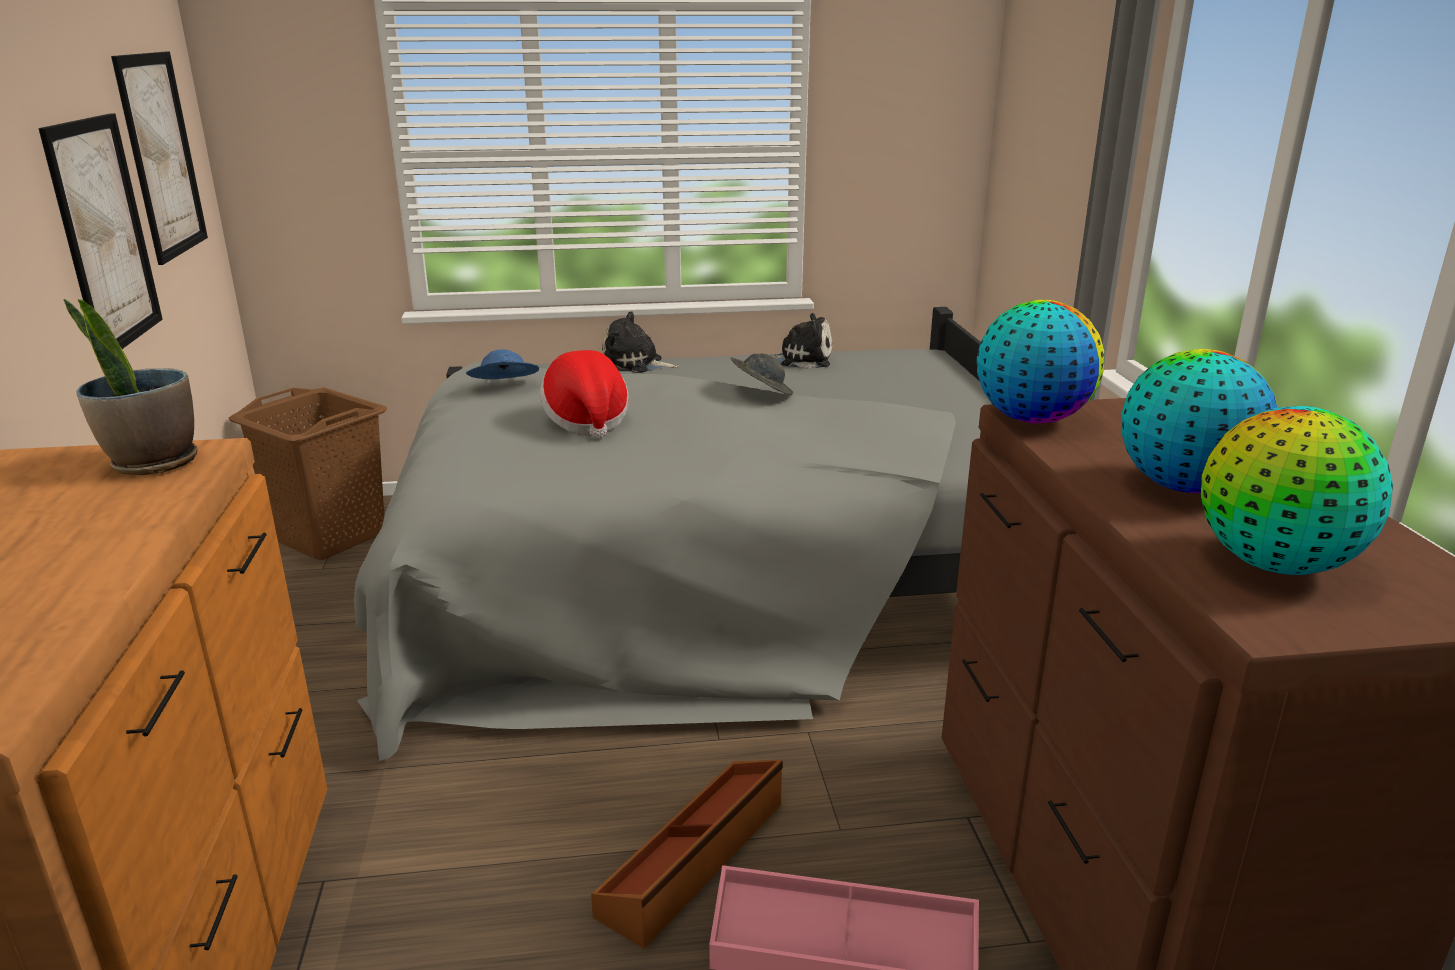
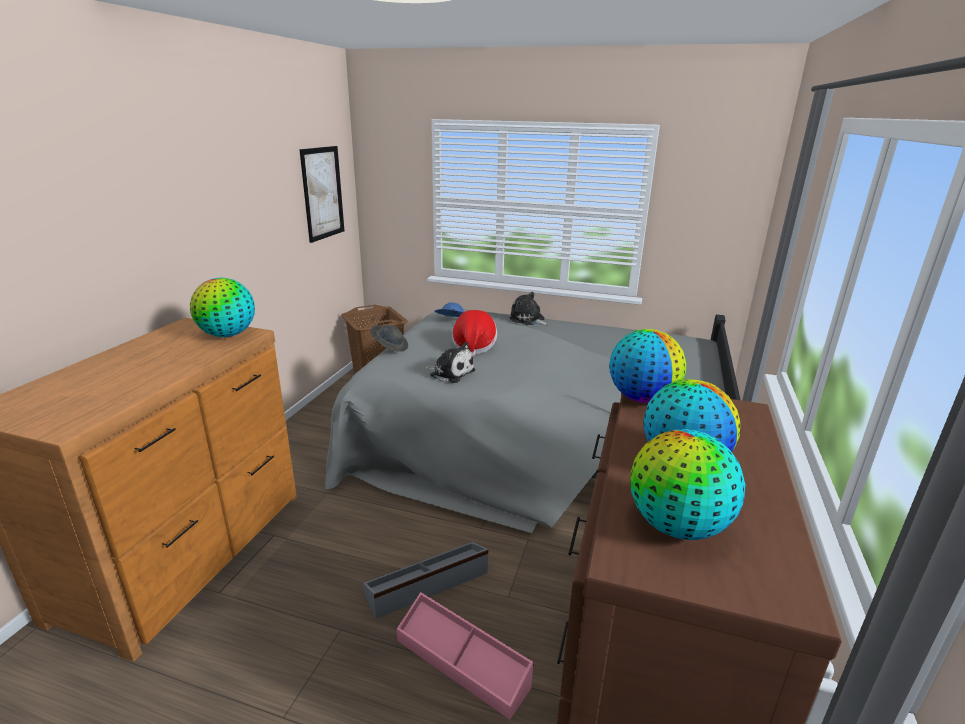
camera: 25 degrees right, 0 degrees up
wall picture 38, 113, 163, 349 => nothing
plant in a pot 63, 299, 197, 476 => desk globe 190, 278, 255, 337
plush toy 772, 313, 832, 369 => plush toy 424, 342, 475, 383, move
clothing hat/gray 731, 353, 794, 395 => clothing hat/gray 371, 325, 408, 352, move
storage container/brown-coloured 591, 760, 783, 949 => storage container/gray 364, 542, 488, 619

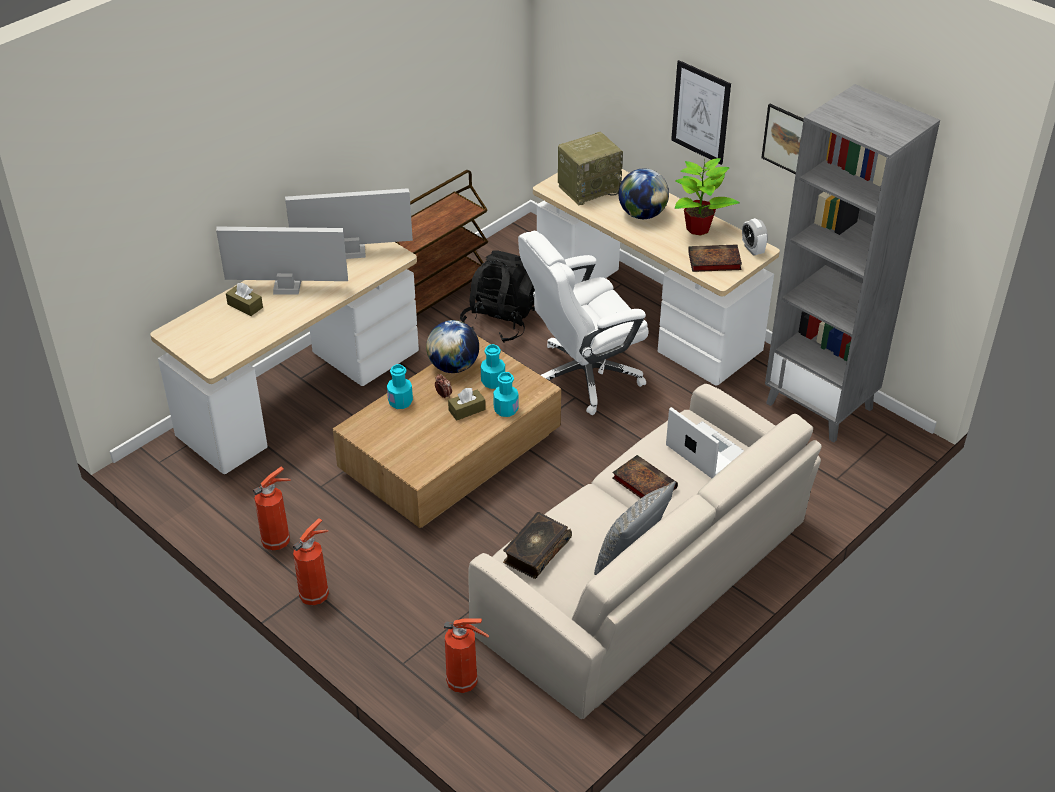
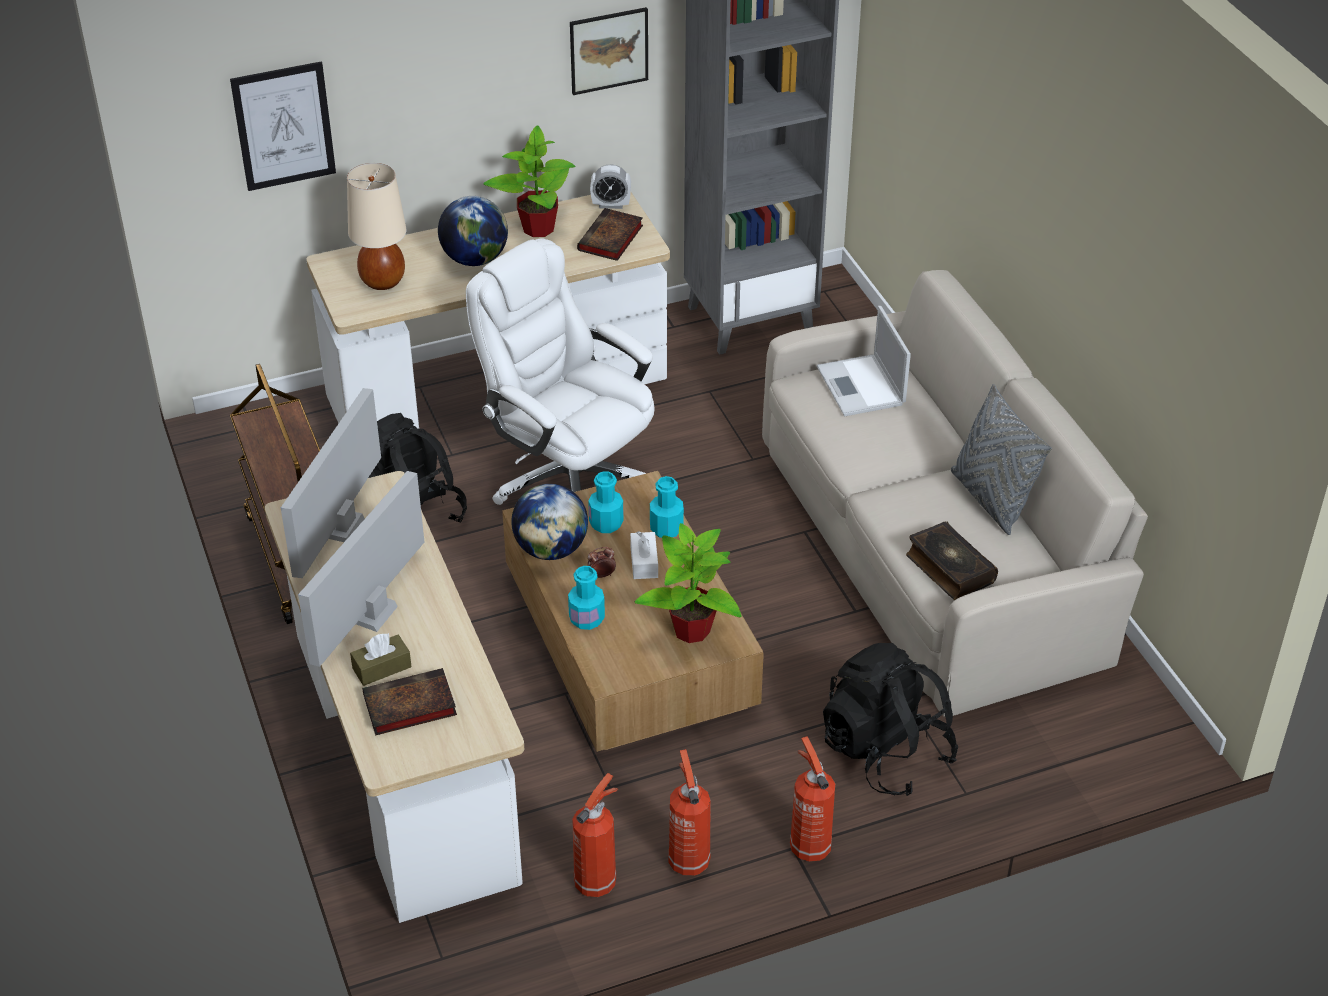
camera: 65 degrees left, 0 degrees up
wall picture 671, 60, 731, 165 => wall picture 230, 61, 336, 191, move
radio receiver 558, 132, 623, 205 => tabletop lamp/beige 347, 163, 406, 290
computer chair/white-coloured 518, 231, 649, 415 => computer chair/white-coloured 466, 238, 655, 505, 135 degrees clockwise
box of tissues/brown-coloured 448, 388, 486, 421 => box of tissues/white-coloured 630, 531, 658, 579
notebook computer 666, 407, 744, 478 => notebook computer 817, 306, 911, 416, 90 degrees counterclockwise
book 612, 455, 678, 498 => book 362, 668, 457, 736, move
fire extinguisher 444, 618, 489, 693 => fire extinguisher 572, 773, 618, 897, move
nothing => plant in a pot 635, 523, 742, 643
nothing => rucksack/black-coloured 823, 643, 958, 796

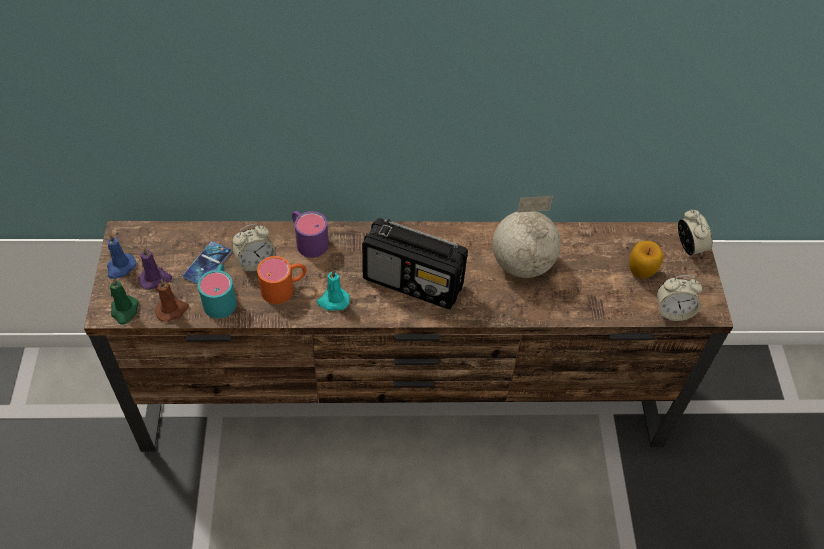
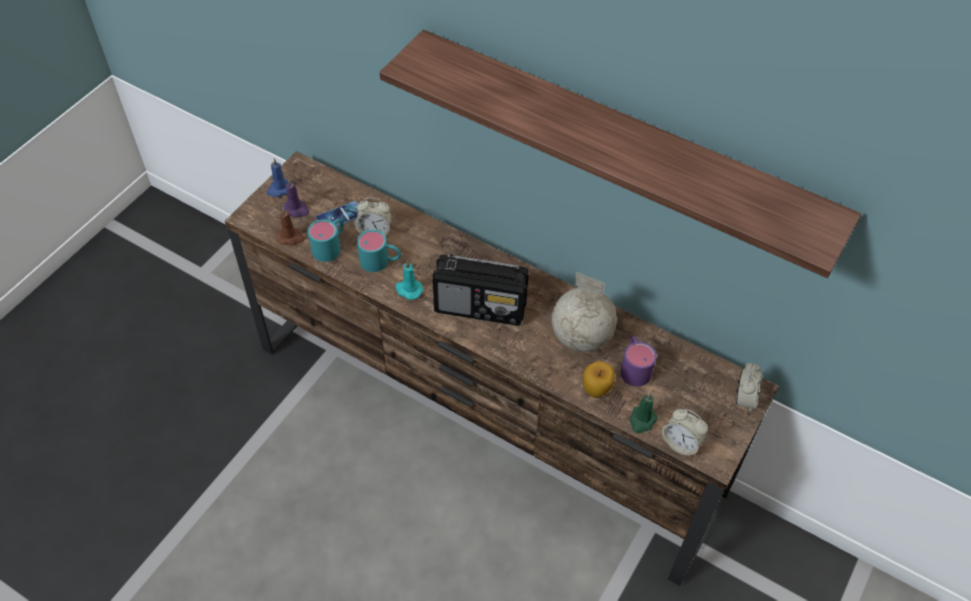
camera: 35 degrees right, 0 degrees up
coffee mug/purple-coloured 292, 211, 328, 258 => coffee mug/purple-coloured 620, 336, 657, 387, move
radio receiver 362, 218, 468, 309 => radio receiver 433, 254, 529, 326, 45 degrees counterclockwise
apple fruit 629, 241, 664, 279 => apple fruit 583, 361, 615, 398, move
coffee mug/orangey 257, 256, 306, 304 => coffee mug/turquoise-coloured 357, 230, 401, 272
wax candle/greenish 110, 278, 139, 325 => wax candle/greenish 629, 393, 658, 433, move
nothing => bracket shelf 379, 30, 861, 278

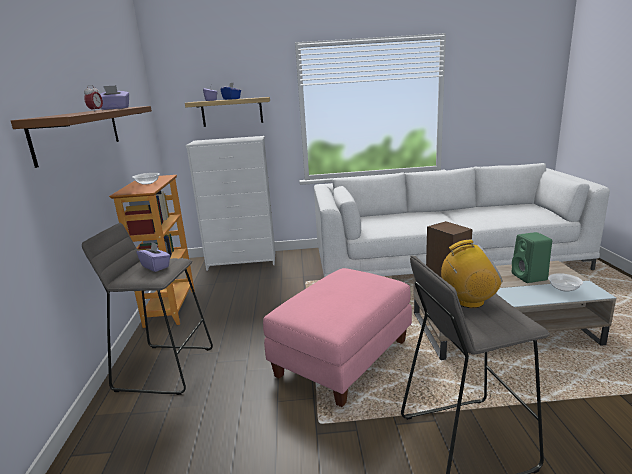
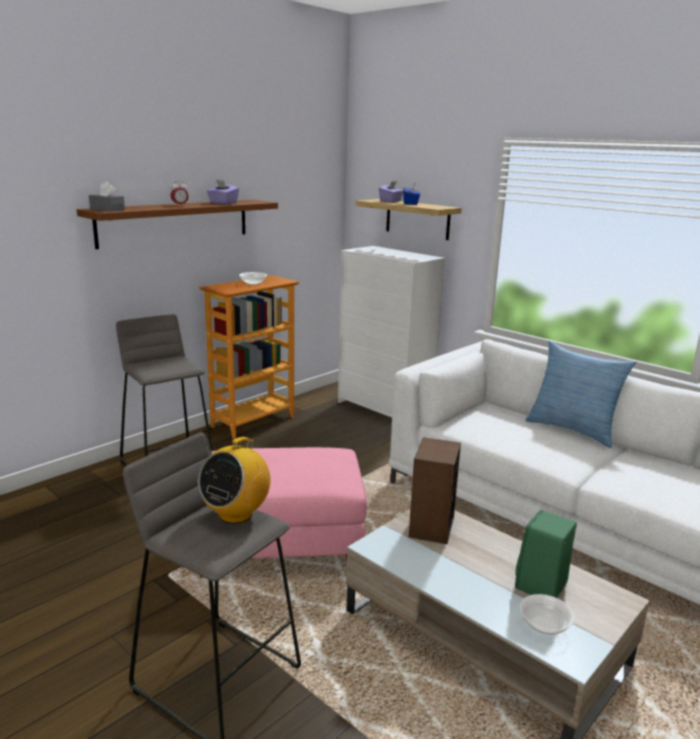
camera: 45 degrees right, 0 degrees up
radio receiver 441, 240, 503, 308 => radio receiver 198, 437, 270, 524, 75 degrees clockwise
box of tissues/purple-coloured 137, 242, 170, 272 => nothing
nothing => box of tissues/gray 89, 182, 125, 212
nothing => throw pillow 526, 341, 636, 448

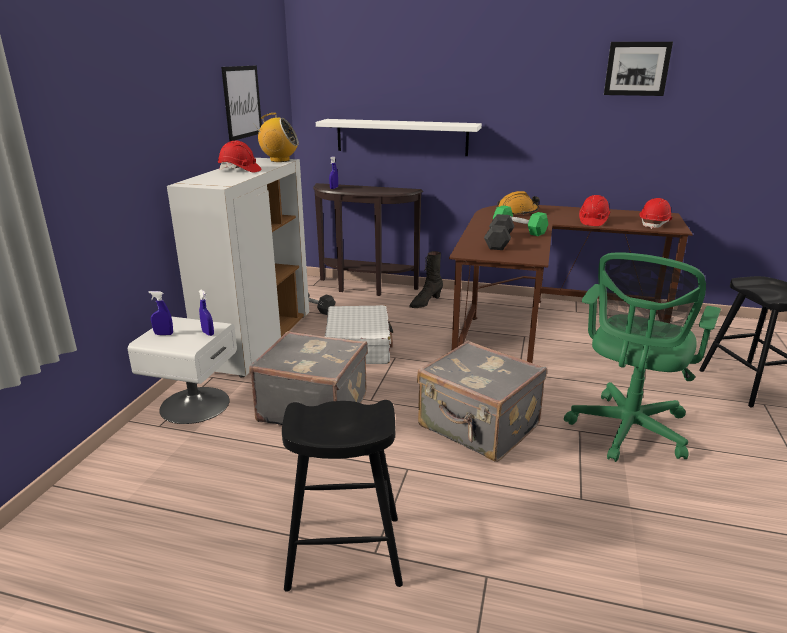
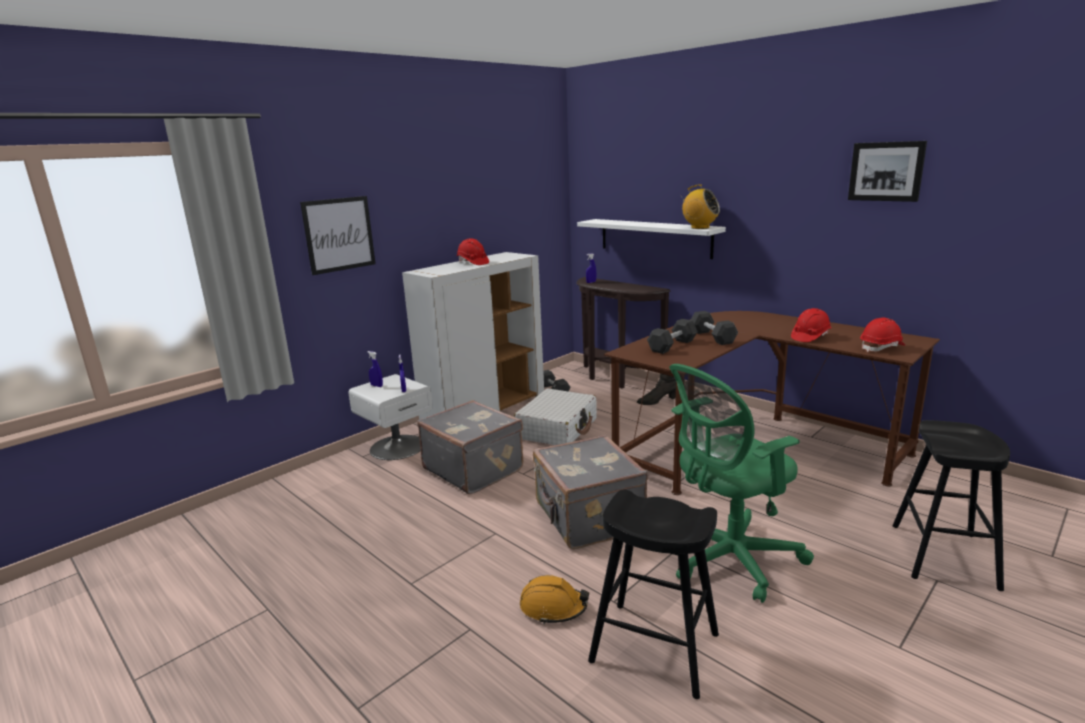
camera: 30 degrees right, 5 degrees down
wall picture 221, 66, 262, 141 => wall picture 300, 196, 376, 275, move
radio receiver 253, 113, 299, 162 => radio receiver 681, 184, 720, 229, move
safety helmet/orangey 497, 191, 540, 215 => safety helmet/orangey 520, 575, 589, 624, move
hand weight/greenish 493, 205, 548, 236 => hand weight/black-coloured 691, 311, 738, 345
stool seat/black-coloured 282, 400, 403, 592 => stool seat/black-coloured 588, 490, 719, 699, move

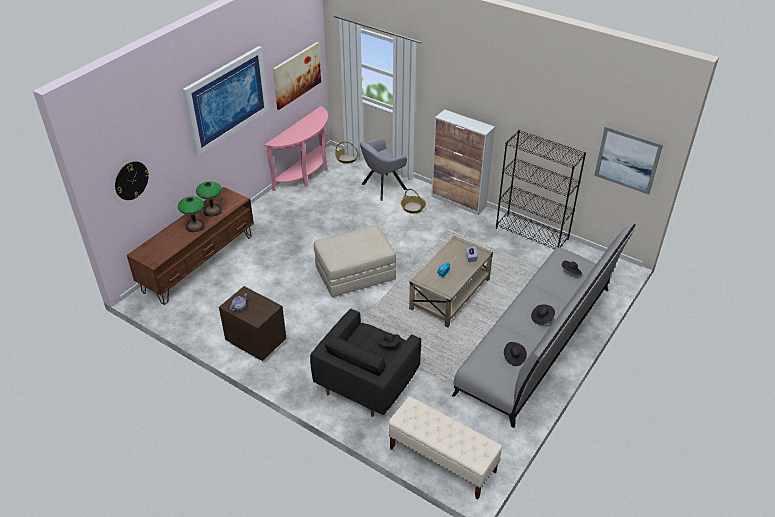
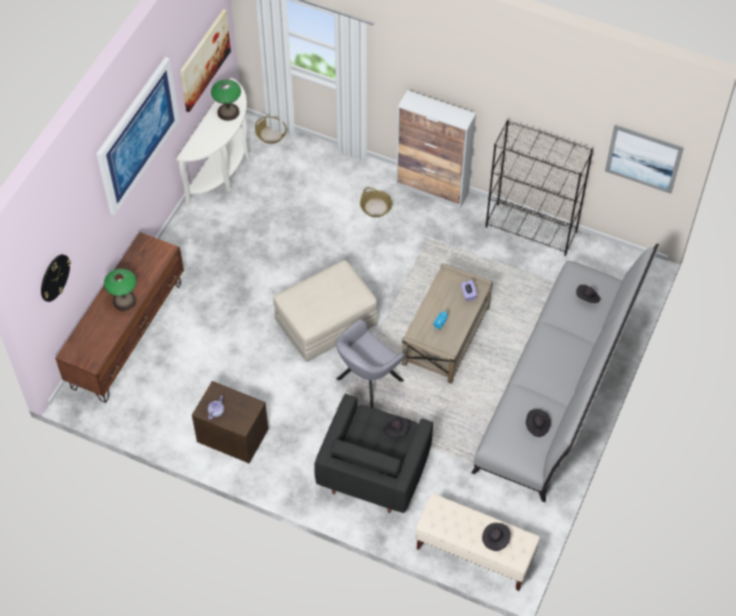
camera: 10 degrees left, 15 degrees up
hall table/pink-coloured 265, 106, 328, 191 => hall table/white-coloured 176, 78, 250, 205
lounge chair/gray 360, 138, 407, 201 => lounge chair/gray 335, 320, 405, 408, move
tabletop lamp 196, 181, 222, 217 => tabletop lamp 211, 80, 241, 121, move
clothing hat/black-coloured 531, 304, 555, 325 => clothing hat/black-coloured 482, 523, 511, 551, move

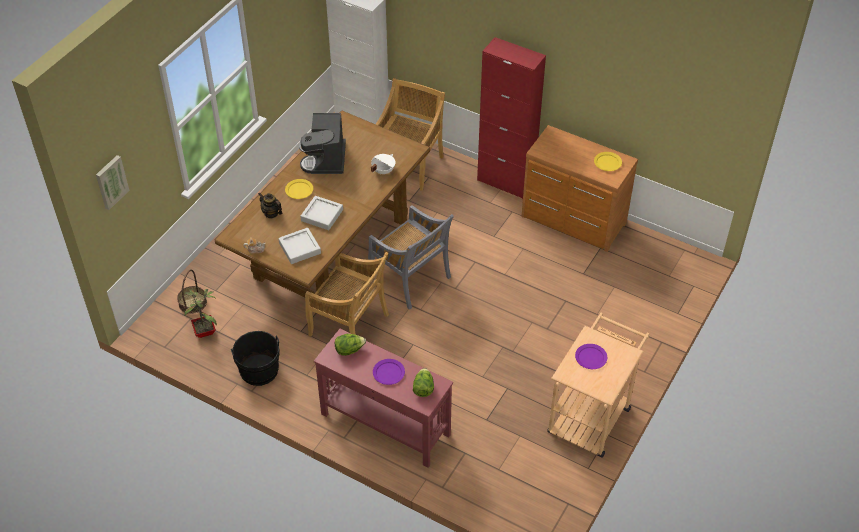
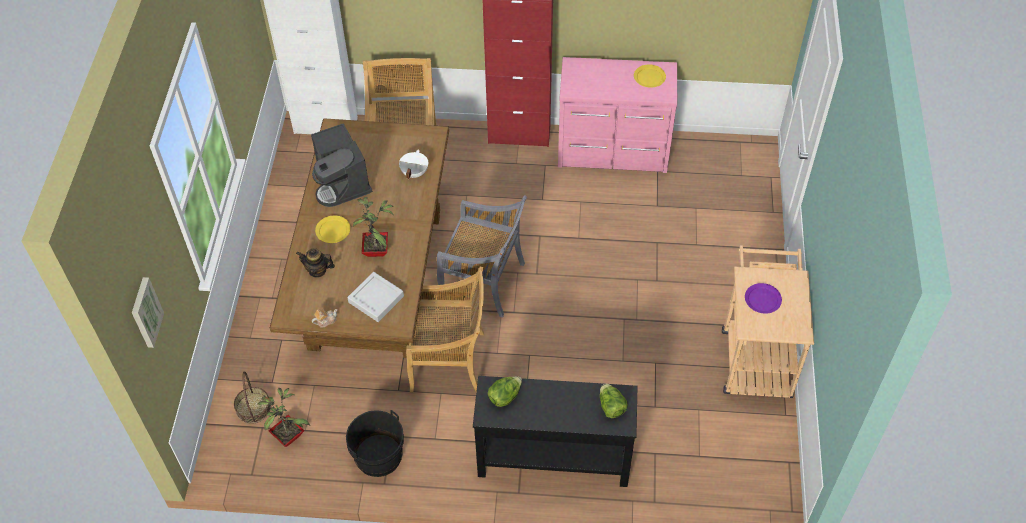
camera: 25 degrees left, 5 degrees up
drawer chest/brown-coloured 521, 125, 638, 252 => drawer chest/pink-coloured 558, 57, 677, 173
carrying tray/gray 301, 196, 343, 230 => plant in a pot 353, 197, 394, 257
hall table/red 314, 329, 453, 468 => hall table/black-coloured 473, 376, 637, 487
plate/purple-coloured 373, 359, 405, 385 => nothing

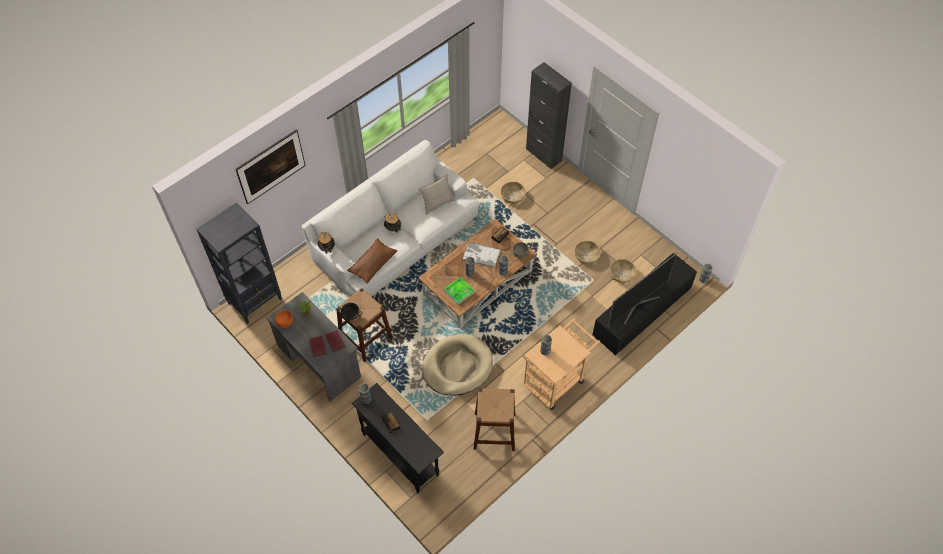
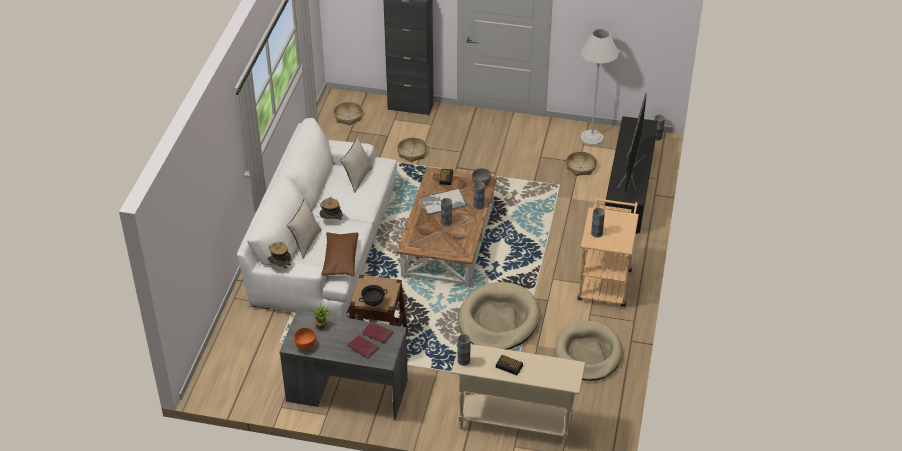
camera: 35 degrees left, 15 degrees down
wall picture 236, 130, 306, 204 => nothing
shelving unit/black-coloured 196, 202, 282, 324 => nothing
household basket 574, 241, 601, 264 => household basket 333, 102, 363, 125, move
carrying tray 444, 277, 475, 305 => nothing
hall table/black-coloured 351, 383, 444, 493 => hall table/beige 451, 344, 586, 447
stool seat/brown-coloured 473, 388, 515, 451 => dog cushion/beige 555, 321, 622, 381
nothing => floor lamp/white-coloured 580, 29, 619, 145
nothing => throw pillow/beige 287, 197, 322, 258

